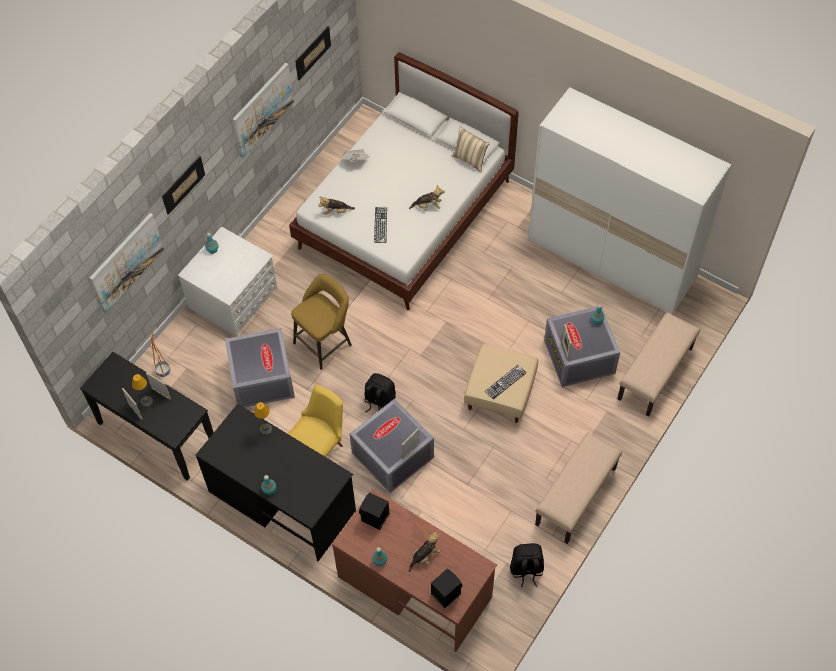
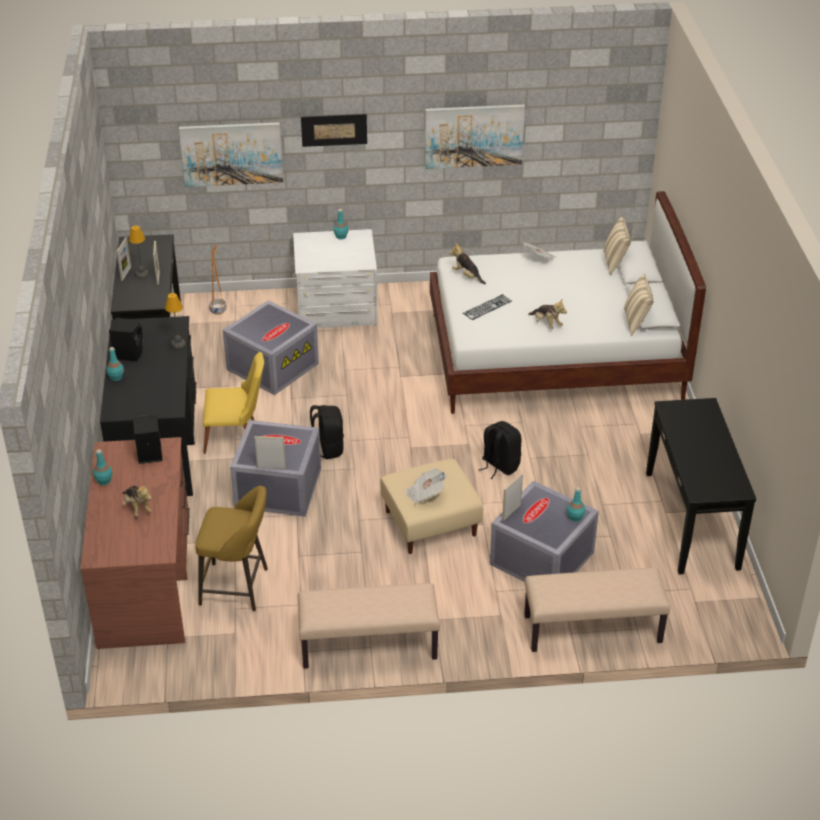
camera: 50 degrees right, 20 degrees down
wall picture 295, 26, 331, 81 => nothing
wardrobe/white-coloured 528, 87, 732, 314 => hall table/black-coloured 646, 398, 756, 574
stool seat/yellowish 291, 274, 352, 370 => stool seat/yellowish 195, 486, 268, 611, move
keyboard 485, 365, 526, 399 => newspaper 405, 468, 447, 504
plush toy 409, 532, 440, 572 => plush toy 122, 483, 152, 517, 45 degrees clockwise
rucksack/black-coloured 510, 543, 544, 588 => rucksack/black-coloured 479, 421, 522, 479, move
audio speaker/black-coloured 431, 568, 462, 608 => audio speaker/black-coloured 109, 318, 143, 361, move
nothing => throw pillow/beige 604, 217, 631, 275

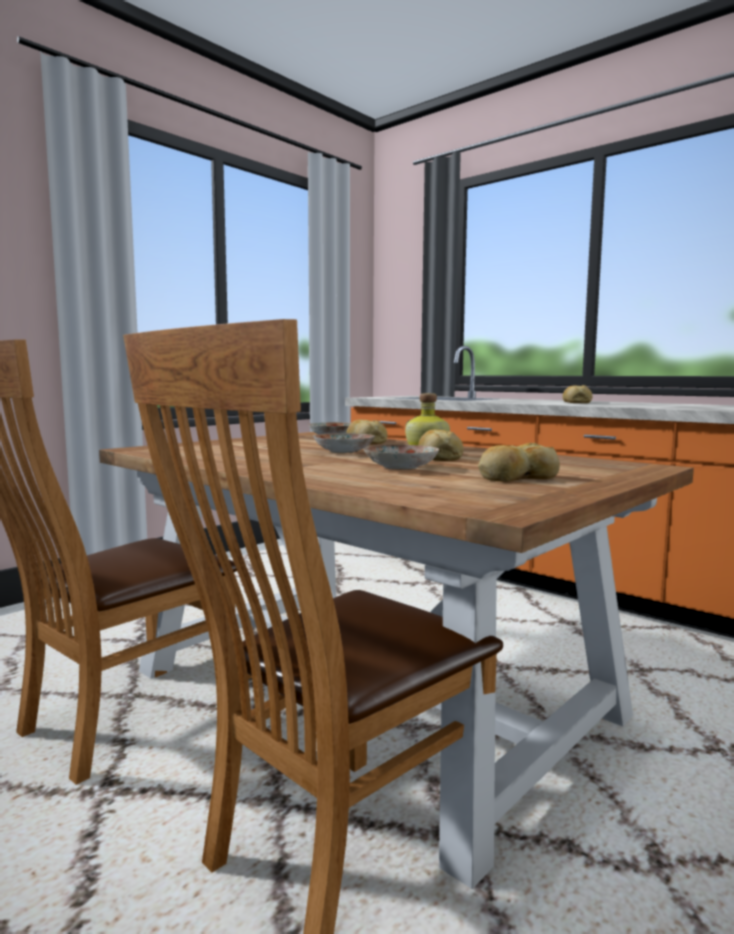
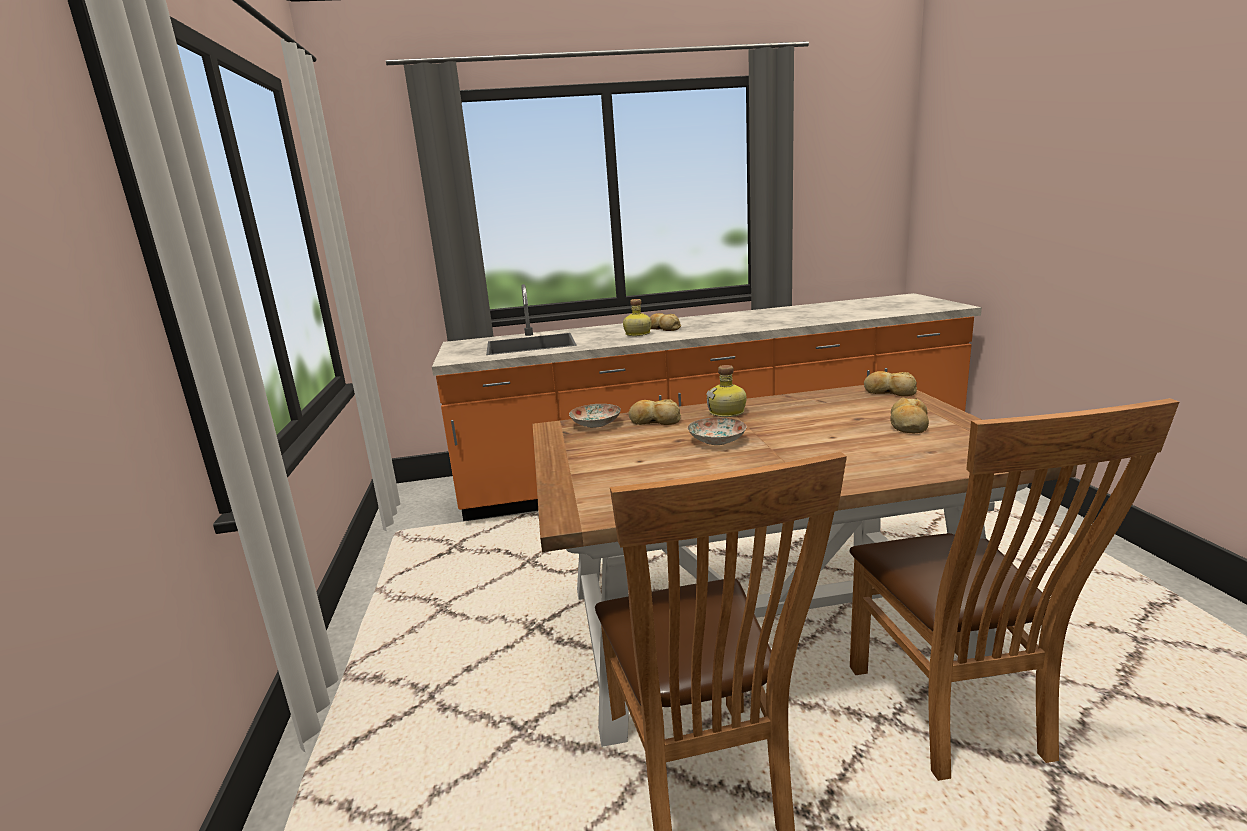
camera: 50 degrees left, 10 degrees up
bread 418, 429, 464, 461 => bread 864, 371, 917, 396, move
plate 363, 445, 440, 470 => nothing
nothing => bottle 623, 299, 652, 336

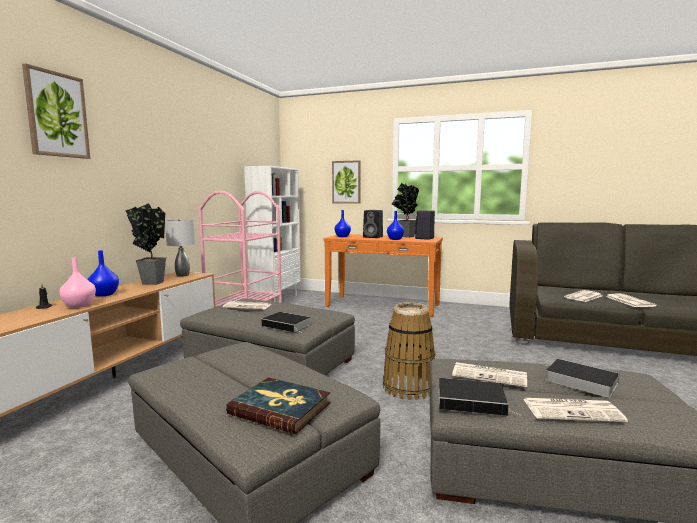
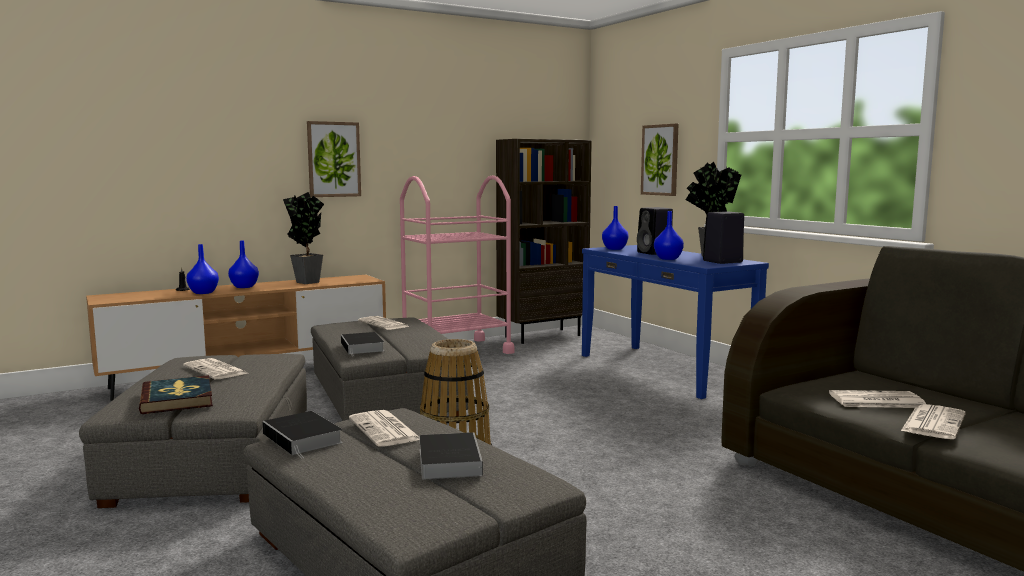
camera: 40 degrees right, 0 degrees up
wall picture 22, 63, 90, 159 => wall picture 307, 121, 361, 197, move
shelving unit/white-coloured 244, 166, 301, 302 => shelving unit/brown-coloured 496, 139, 592, 344
tabletop lamp/gray 165, 219, 195, 277 => nothing
hall table/orangey 324, 234, 443, 317 => hall table/blue-coloured 582, 245, 769, 399
vase/pink-coloured 59, 257, 96, 308 => vase/blue-coloured 186, 244, 219, 294
newspaper 524, 398, 628, 422 => newspaper 183, 358, 247, 379, move

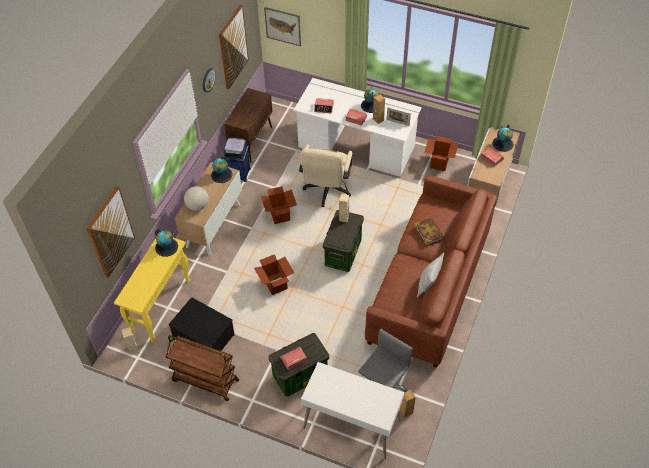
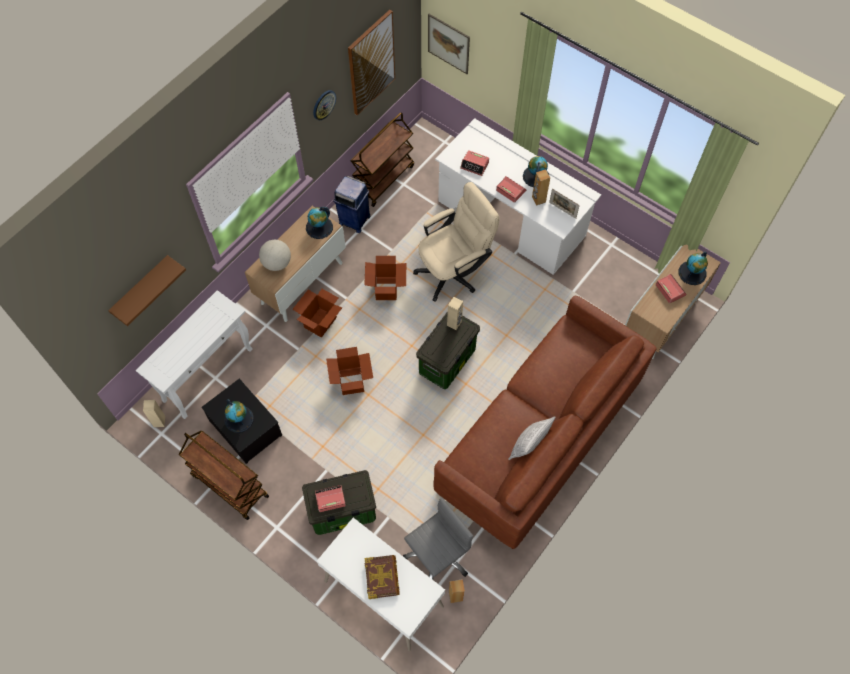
camera: 15 degrees right, 10 degrees up
cabinet/brown-coloured 224, 88, 272, 162 => trolley/brown-coloured 351, 112, 414, 207
packing box 424, 136, 459, 171 => packing box 292, 289, 342, 337, move
computer chair/beige 299, 144, 353, 207 => computer chair/beige 413, 182, 500, 302, 150 degrees counterclockwise
wall picture 87, 186, 135, 278 => bracket shelf/brown-coloured 108, 255, 186, 326
book 414, 218, 445, 246 => book 365, 555, 400, 599, move
desk globe 155, 229, 178, 257 => desk globe 224, 399, 254, 433, move
hall table/yellowish 114, 238, 191, 343 => hall table/white-coloured 136, 290, 253, 419

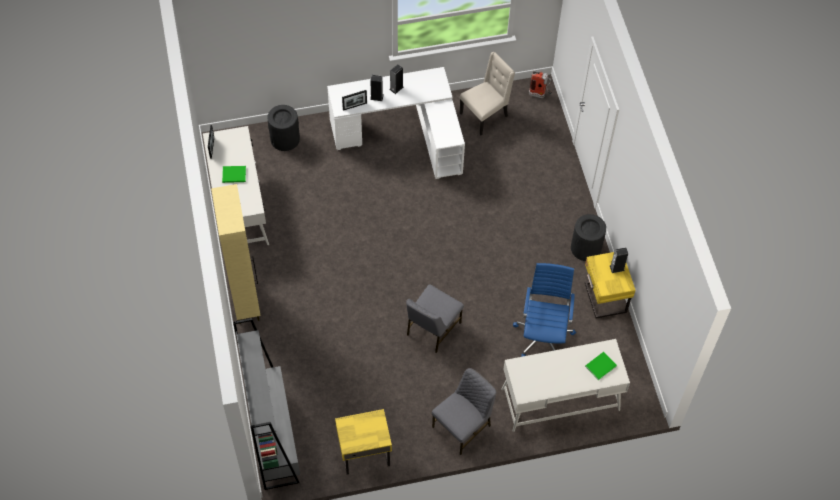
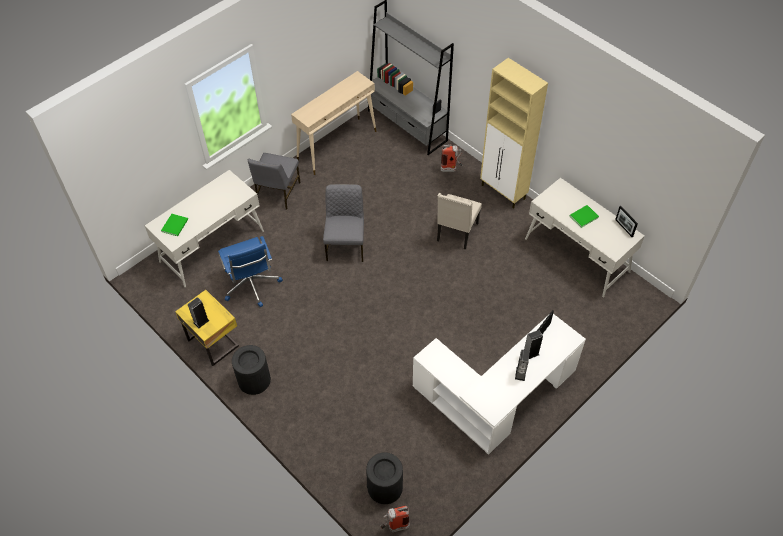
camera: 150 degrees right, 5 degrees down
upright chair/beige 460, 52, 515, 135 => upright chair/beige 437, 193, 482, 250, move
waste bin/black-coloured 267, 105, 300, 151 => waste bin/black-coloured 366, 452, 403, 504, move
bedside table/yellowish 335, 409, 392, 475 => hall table/beige 291, 71, 377, 175
nothing => fire extinguisher 441, 144, 463, 172

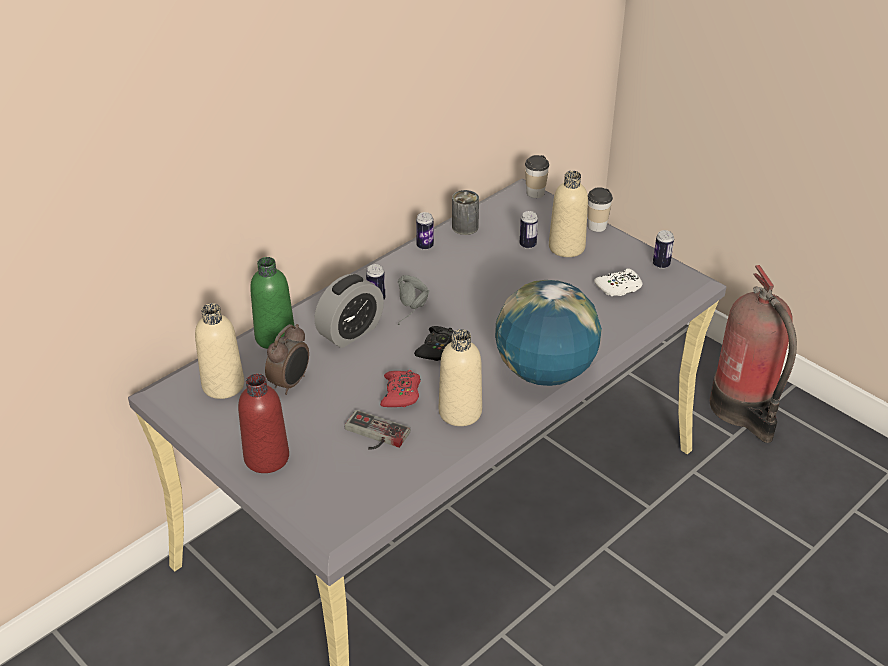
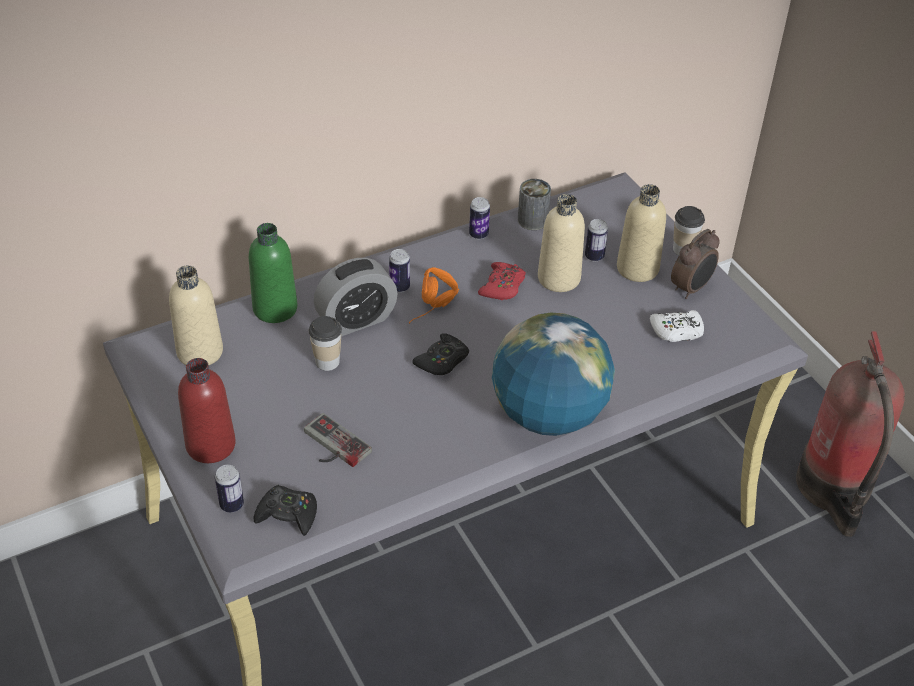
camera: 15 degrees right, 5 degrees up
drinking cup 525, 155, 549, 198 => drinking cup 309, 316, 342, 371, move
can 653, 230, 674, 269 => can 215, 465, 244, 512, move
pair of headphones/gray 398, 275, 429, 325 => pair of headphones/orangey 409, 267, 459, 323
bedside clock 265, 324, 309, 395 => bedside clock 671, 229, 720, 299, move
bottle/beige 439, 329, 482, 426 => bottle/beige 538, 194, 585, 292, move
gamepad/red 380, 370, 421, 407 => gamepad/red 478, 262, 526, 300, move
nothing => gamepad/black-coloured 253, 485, 317, 536

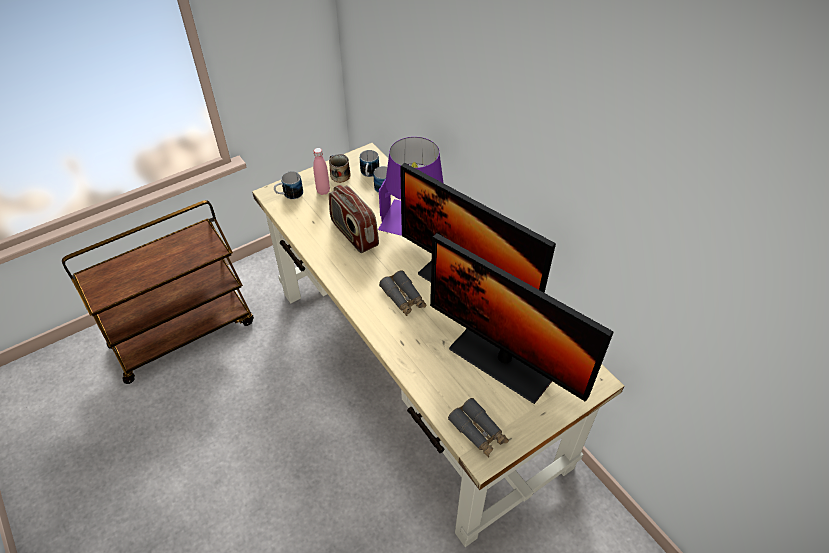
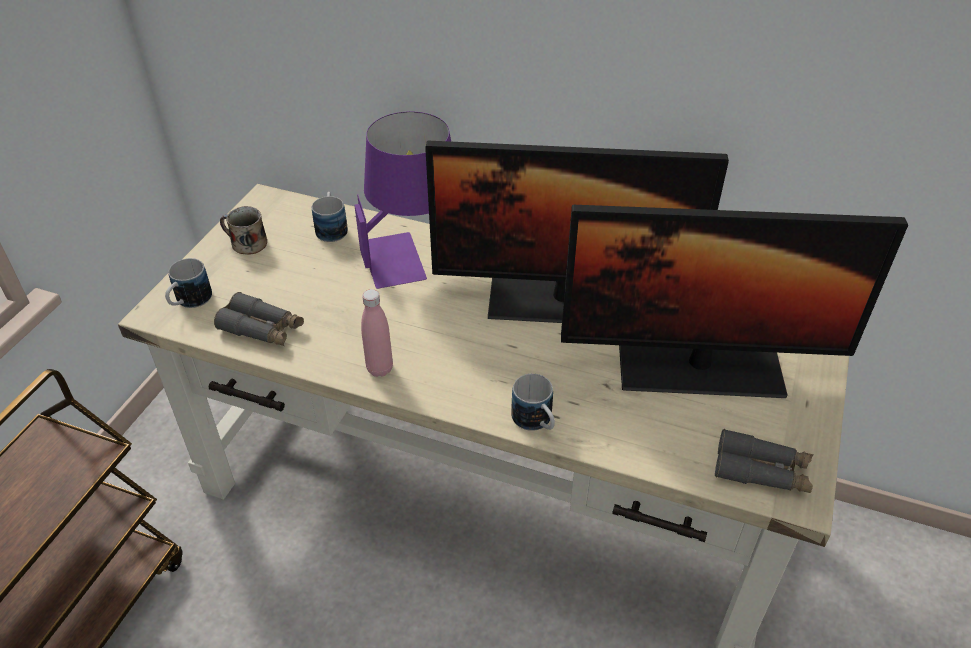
camera: 35 degrees left, 5 degrees down
bottle/pink-coloured 313, 148, 330, 195 => bottle/pink-coloured 361, 289, 393, 377, move
coffee mug 360, 150, 379, 177 => coffee mug 511, 374, 555, 431, move
radio receiver 329, 185, 379, 253 => nothing
field glasses/gray 379, 270, 426, 316 => field glasses/gray 214, 292, 304, 346, move

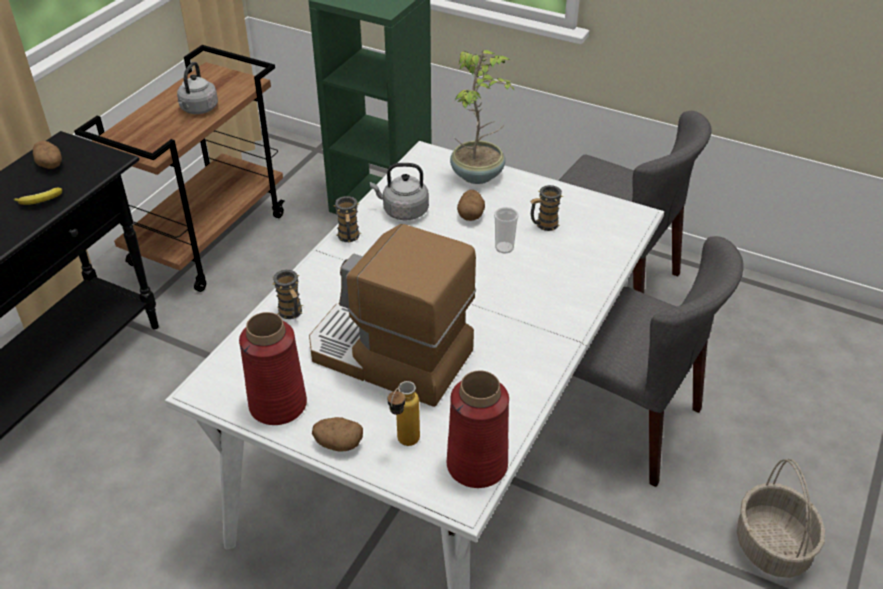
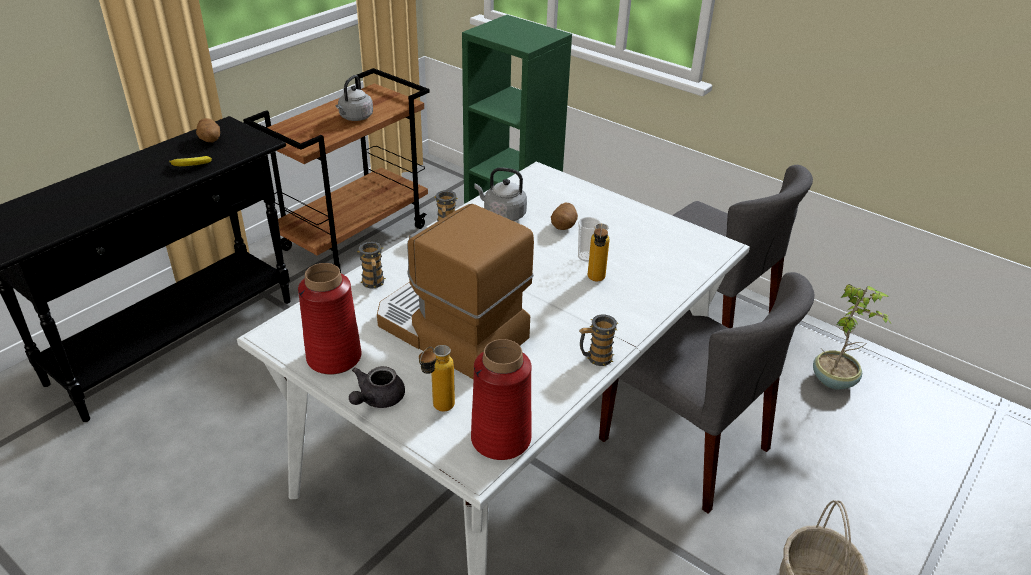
camera: 10 degrees right, 5 degrees down
plant in a pot 450, 50, 515, 184 => plant in a pot 813, 284, 892, 389, move
coffee mug 530, 185, 563, 231 => coffee mug 579, 315, 618, 366, move
potato 312, 417, 363, 452 => tea pot/gray 349, 366, 405, 408
nothing => bottle 588, 223, 609, 282

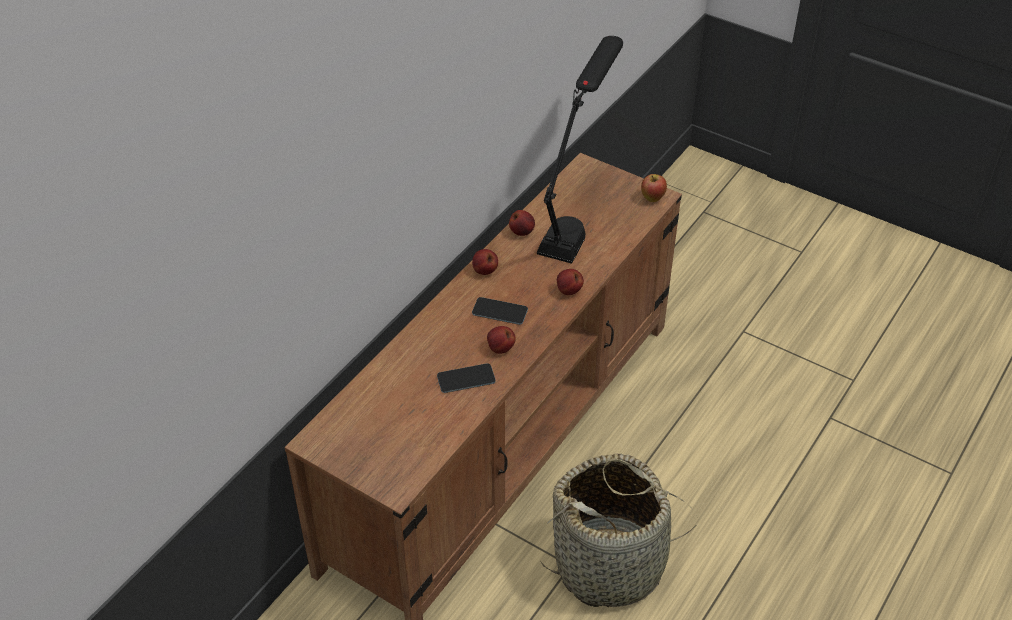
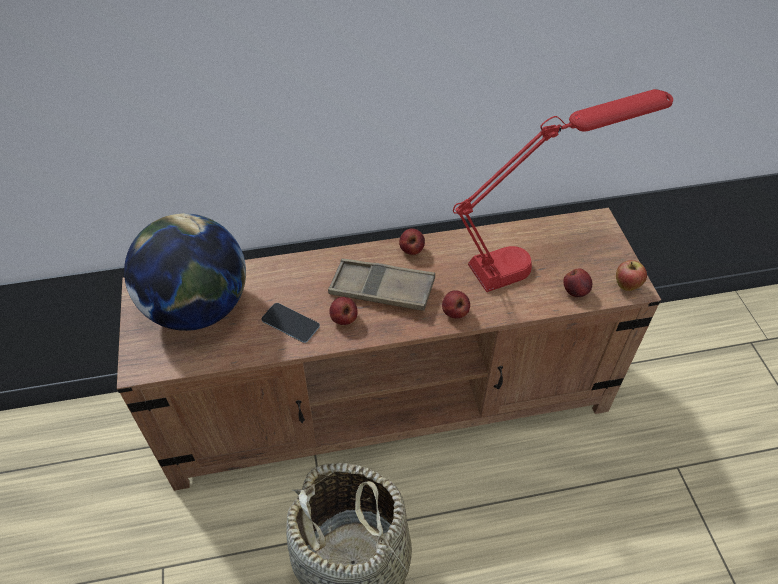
camera: 45 degrees right, 5 degrees up
tabletop lamp/black-coloured 537, 36, 623, 264 => tabletop lamp/red 453, 89, 673, 292
apple fruit 509, 210, 535, 236 => apple fruit 563, 268, 592, 297, move
phone 472, 297, 528, 325 => carrying tray/brown-coloured 328, 259, 435, 311
nothing => desk globe 124, 213, 246, 331

